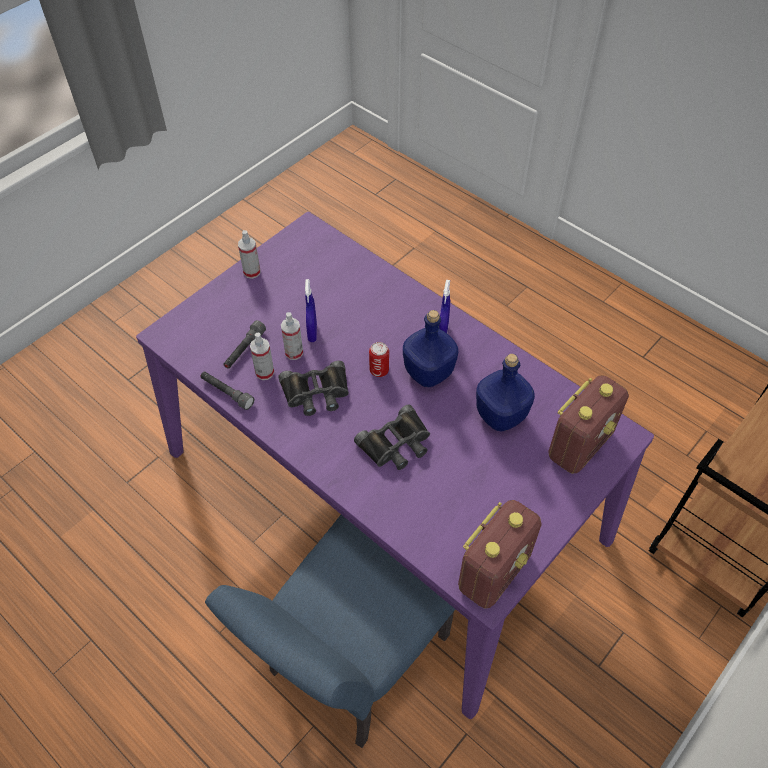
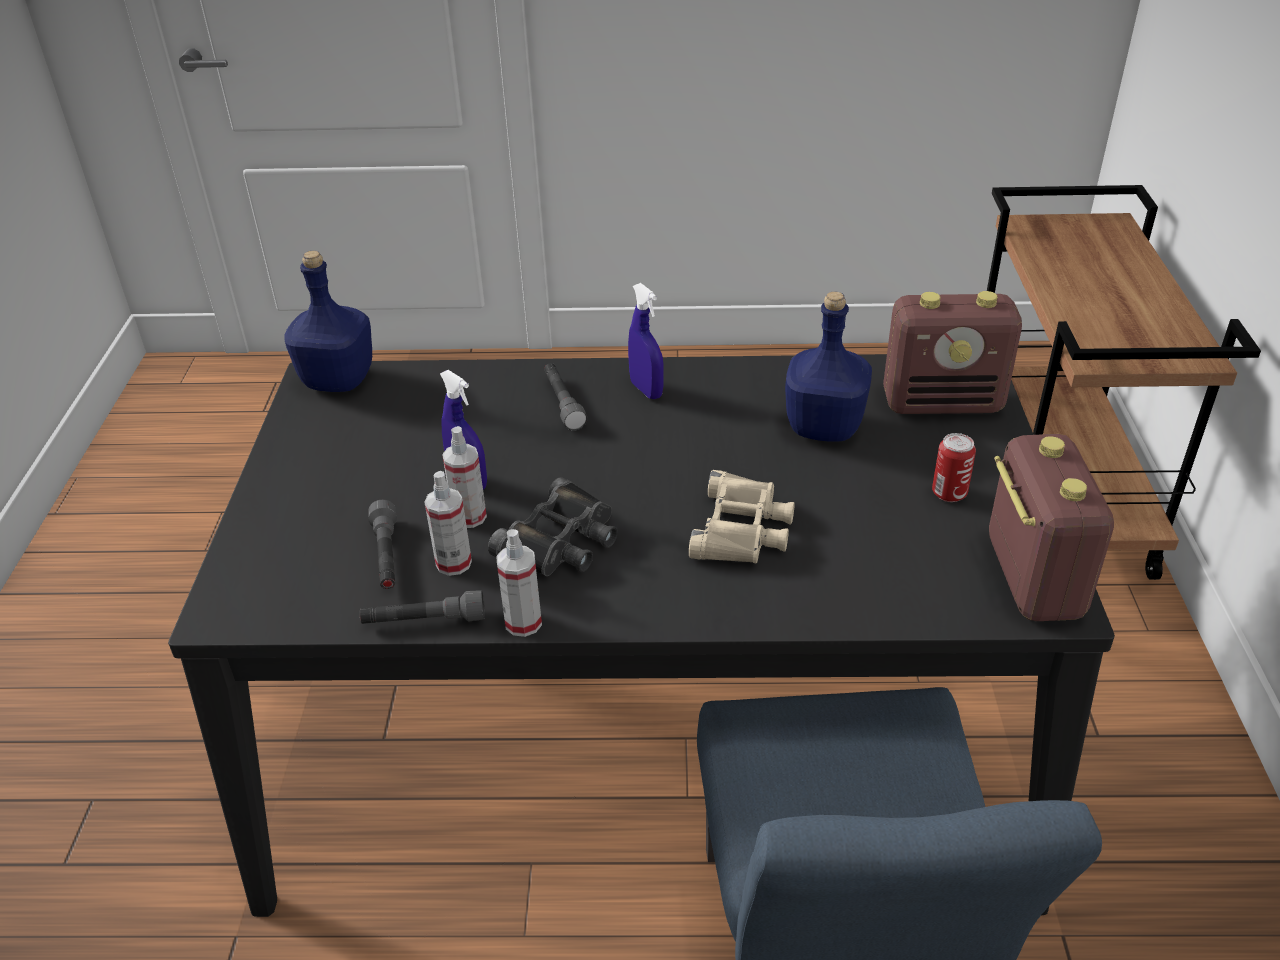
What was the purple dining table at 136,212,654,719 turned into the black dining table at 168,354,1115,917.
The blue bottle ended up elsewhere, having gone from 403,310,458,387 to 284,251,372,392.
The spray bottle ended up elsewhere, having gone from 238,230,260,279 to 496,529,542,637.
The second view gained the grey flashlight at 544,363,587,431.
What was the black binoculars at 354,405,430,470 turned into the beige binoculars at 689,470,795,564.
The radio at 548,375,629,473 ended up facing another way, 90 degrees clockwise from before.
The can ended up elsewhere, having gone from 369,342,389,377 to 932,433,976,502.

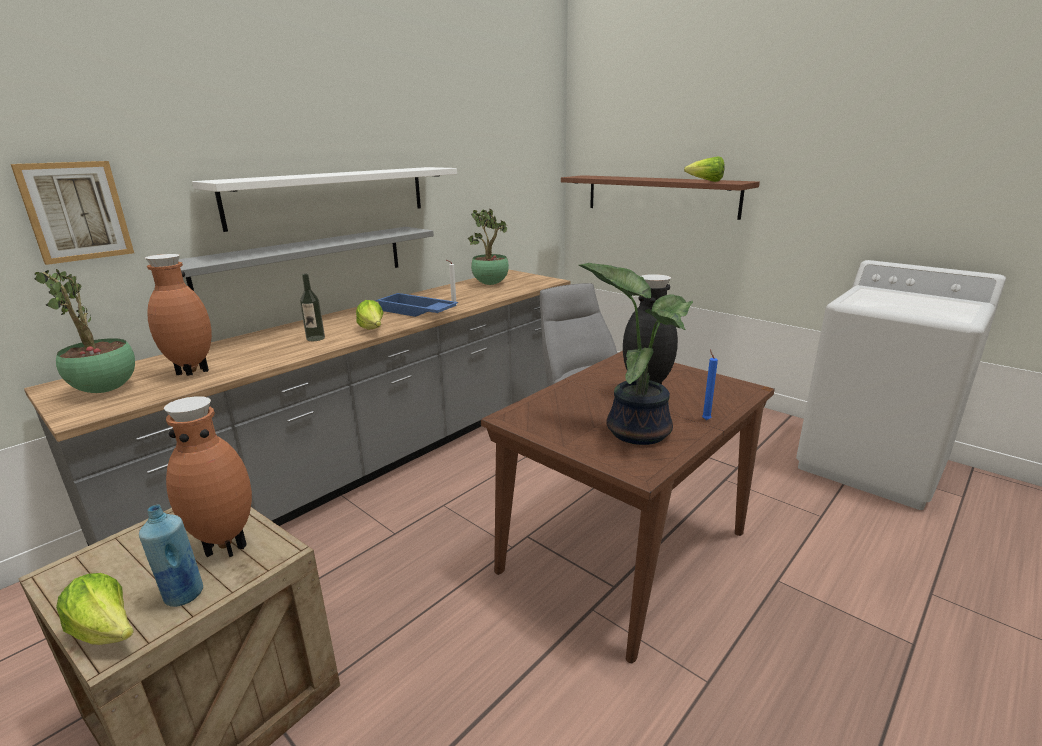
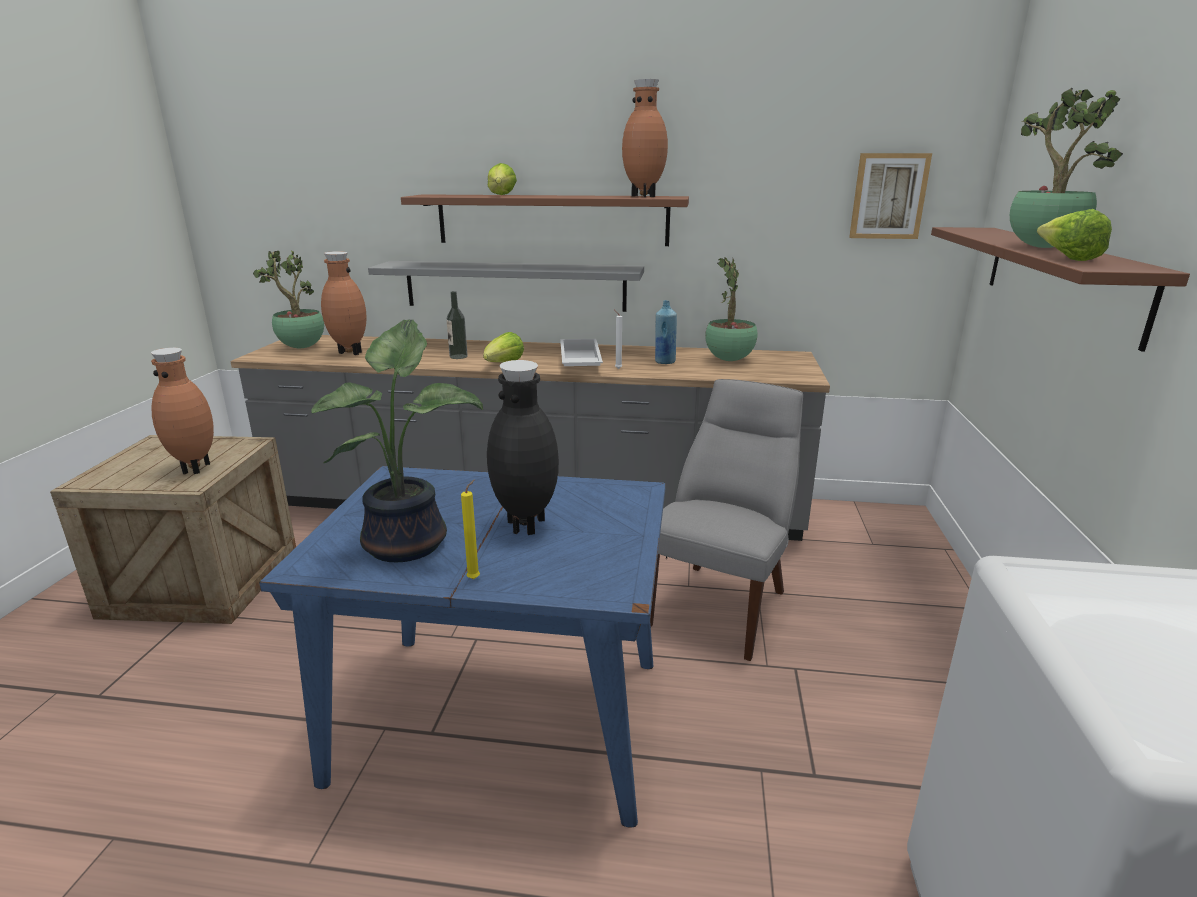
What was the brown dining table at 481,351,775,664 turned into the blue dining table at 259,466,666,828.
What was the white shelf at 192,167,457,232 turned into the brown shelf at 401,194,689,246.
What was the blue candle at 702,350,718,420 turned into the yellow candle at 461,479,480,579.
The lettuce ended up elsewhere, having gone from 56,573,134,645 to 488,163,517,195.
What was the blue tray at 376,293,458,317 turned into the white tray at 560,339,603,366.
The second view gained the brown vase at 622,79,668,197.
The blue bottle ended up elsewhere, having gone from 139,505,203,607 to 655,300,677,364.
The picture ended up elsewhere, having gone from 11,161,134,265 to 849,153,932,239.
The second view gained the potted plant at 1010,88,1123,248.

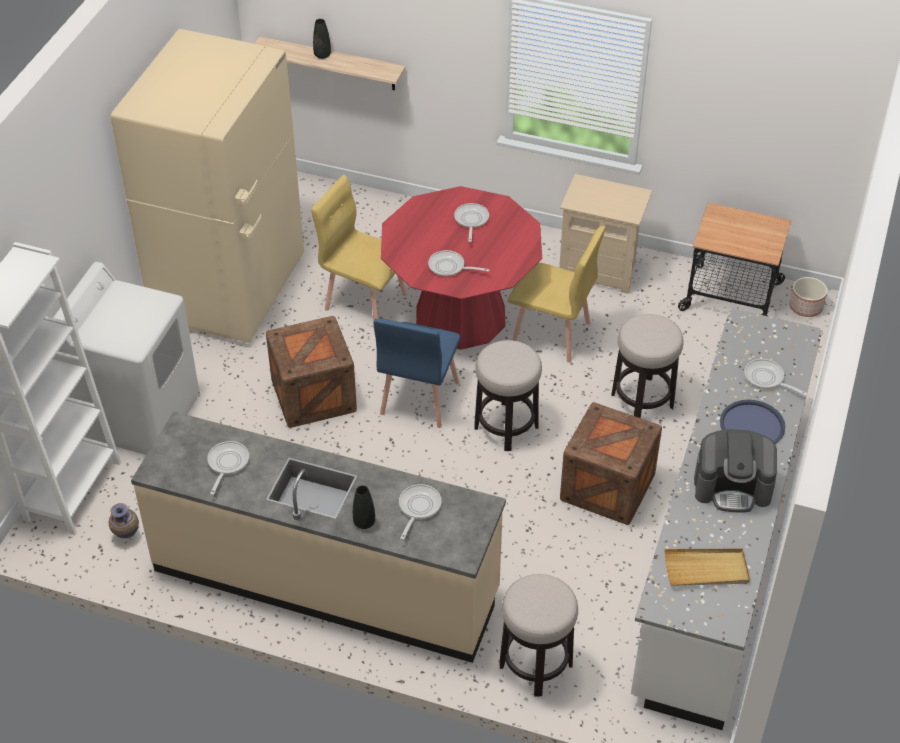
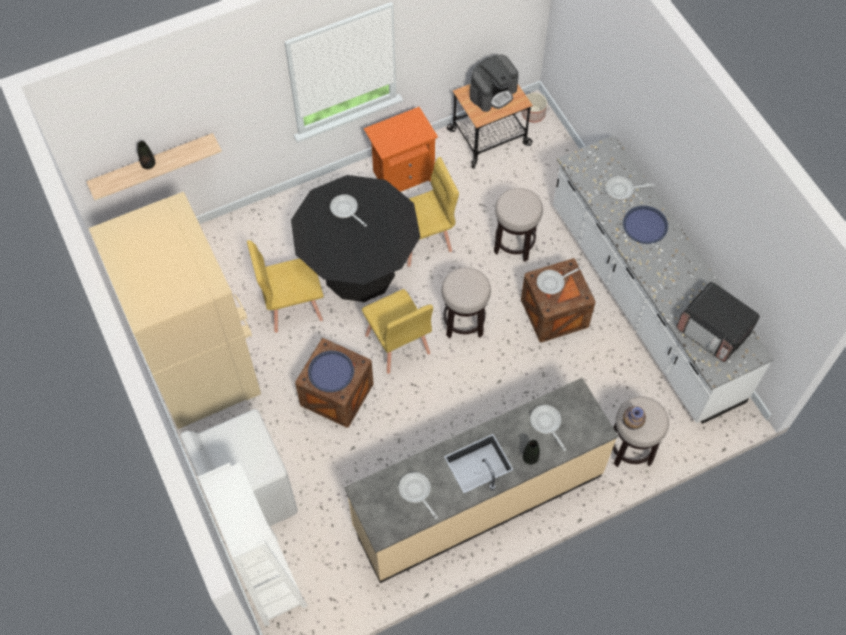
What was the red dining table at 381,186,542,350 turned into the black dining table at 291,175,420,302.
The second view gained the blue tray at 308,351,354,392.
What was the blue chair at 373,318,461,428 turned into the yellow chair at 362,289,433,374.
What was the beige nightstand at 559,174,653,294 turned into the orange nightstand at 364,107,438,192.
The coffee machine ended up elsewhere, having gone from 694,429,777,512 to 470,55,519,112.
The frying pan ended up elsewhere, having gone from 428,250,489,276 to 537,267,582,294.
The vase ended up elsewhere, having gone from 109,503,139,539 to 623,406,646,430.
Where the beige tray stood at 665,549,750,586, the microwave came to stand at 676,282,760,362.

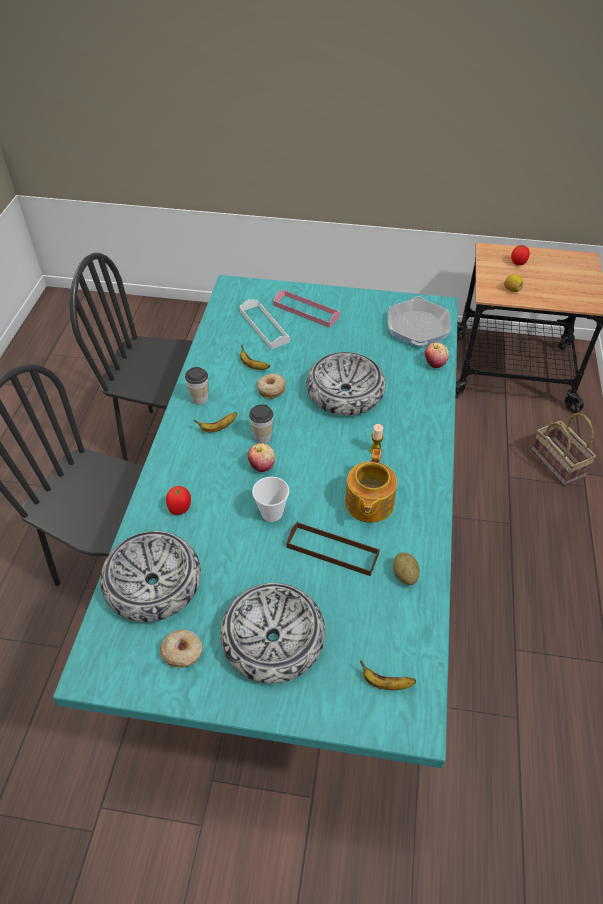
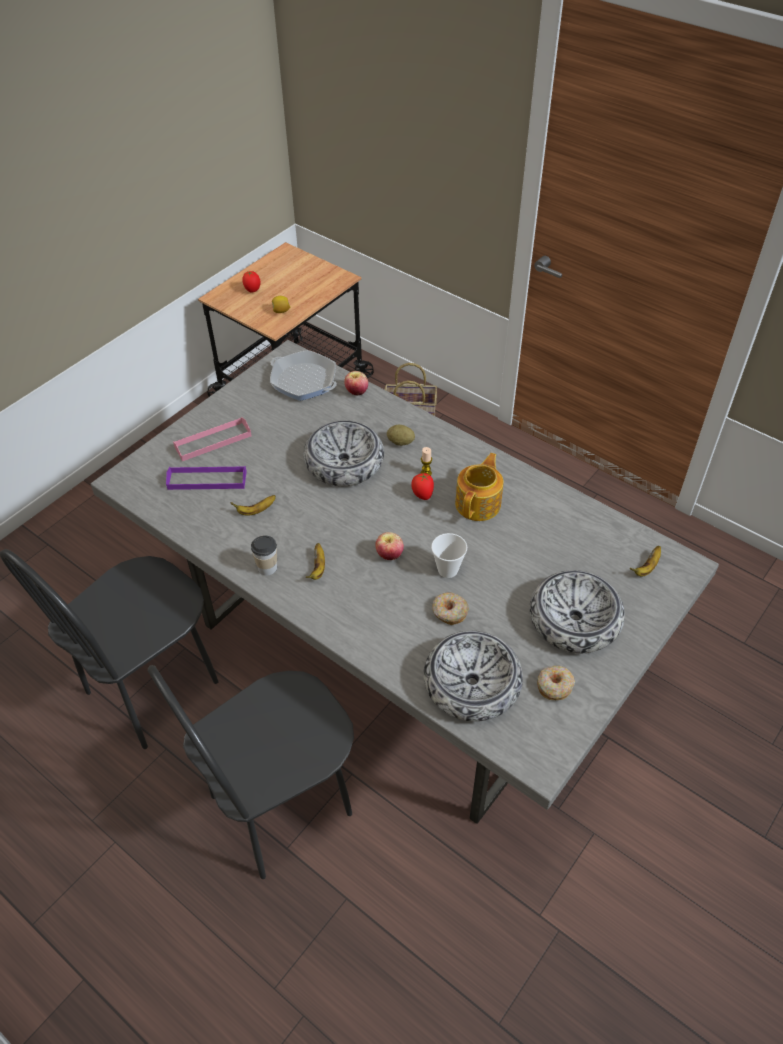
What was the turquoise dining table at 53,275,458,768 turned into the grey dining table at 91,340,719,824.
What was the white tray at 240,299,290,349 turned into the purple tray at 166,466,247,490.
The potato ended up elsewhere, having gone from 393,552,420,585 to 387,425,415,446.
The tomato ended up elsewhere, having gone from 166,486,191,515 to 411,473,434,500.
The donut ended up elsewhere, having gone from 257,374,286,399 to 432,593,469,625.
The teapot at 345,449,397,523 ended up facing another way, 105 degrees counterclockwise from before.
The second view lost the cup at 249,404,273,443.
The second view lost the brown tray at 287,522,380,576.

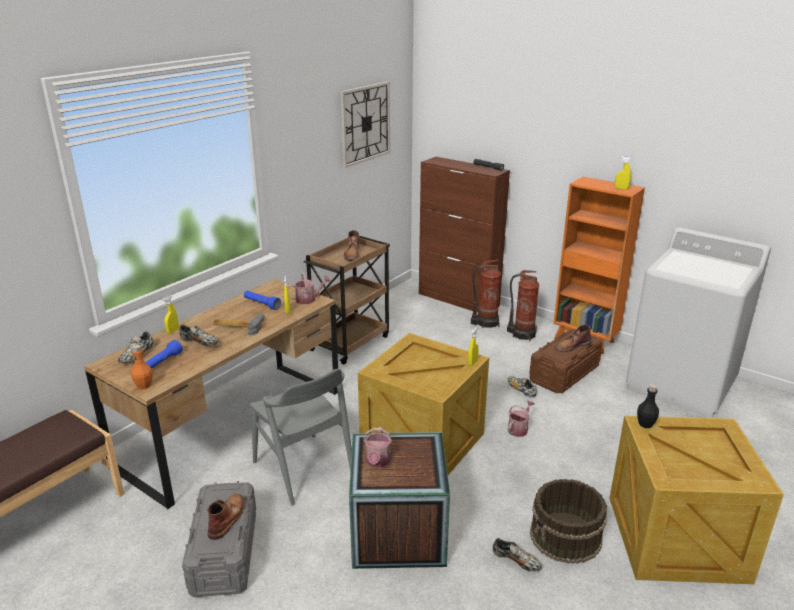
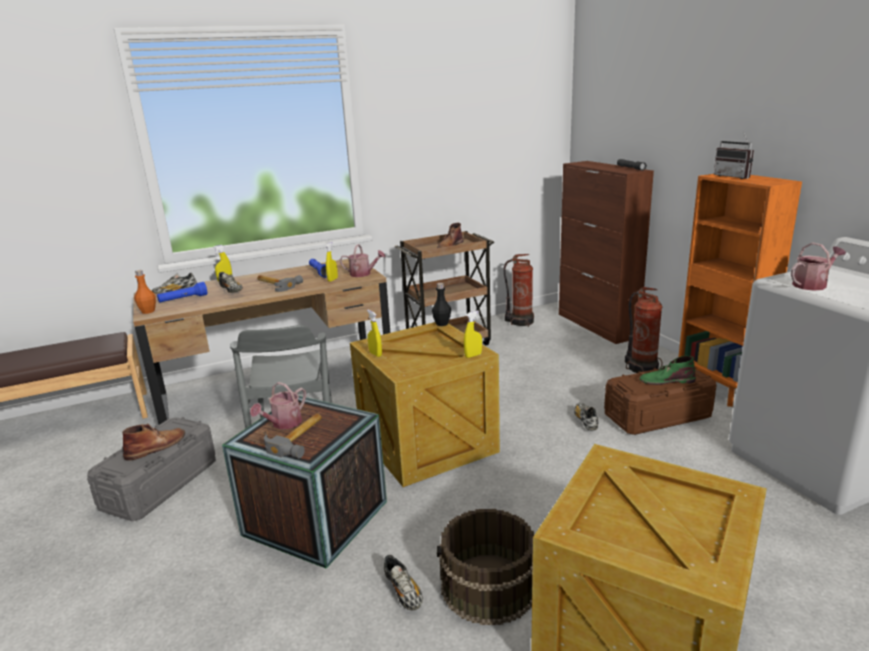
The second view gained the hammer at 264,413,322,458.
The yellow spray bottle ended up elsewhere, having gone from 615,156,631,190 to 367,310,382,357.
The black bottle ended up elsewhere, having gone from 637,384,659,428 to 432,283,451,326.
The fire extinguisher ended up elsewhere, having gone from 471,260,501,328 to 504,254,534,327.
What was the brown boot at 555,325,591,352 turned into the green boot at 639,356,696,385.
The second view gained the radio at 714,131,754,179.
The watering can ended up elsewhere, having gone from 507,400,535,437 to 791,243,846,291.
The second view lost the wall clock at 340,82,390,168.

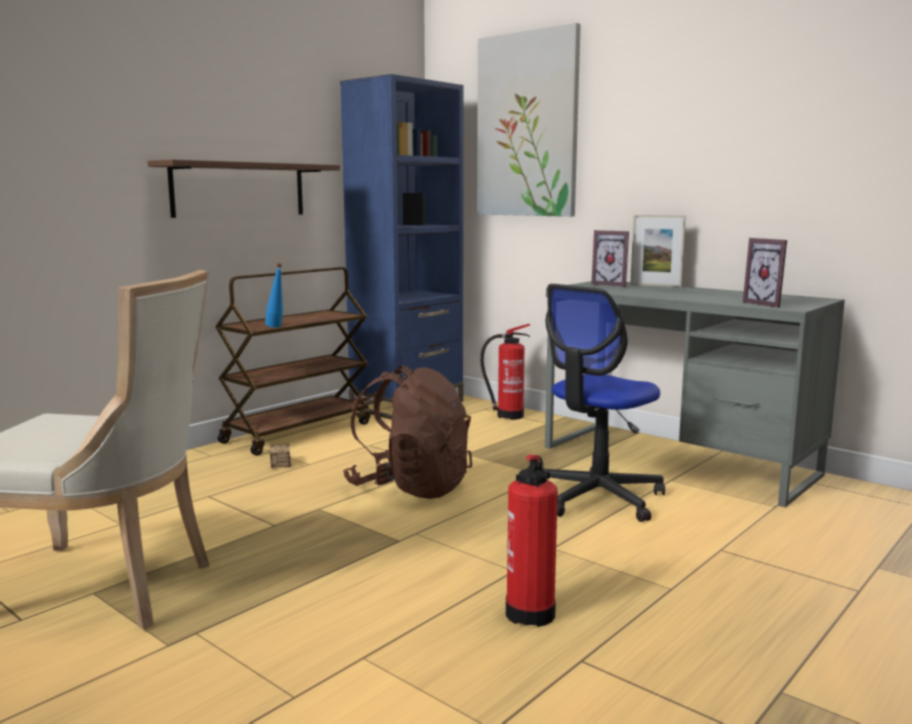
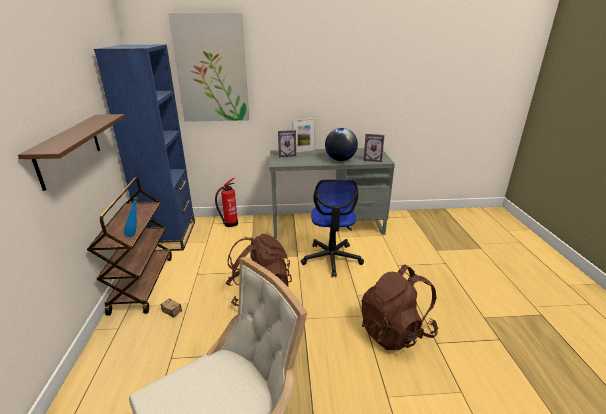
The second view gained the globe at 325,128,358,161.
Where the fire extinguisher stood at 506,454,558,627, the brown backpack came to stand at 362,265,438,350.

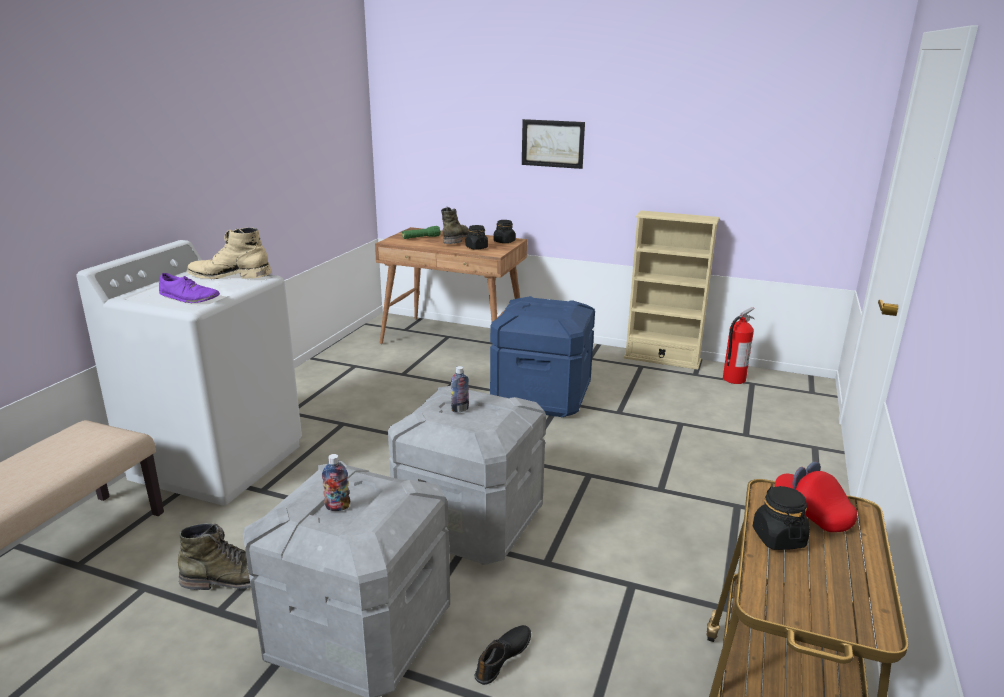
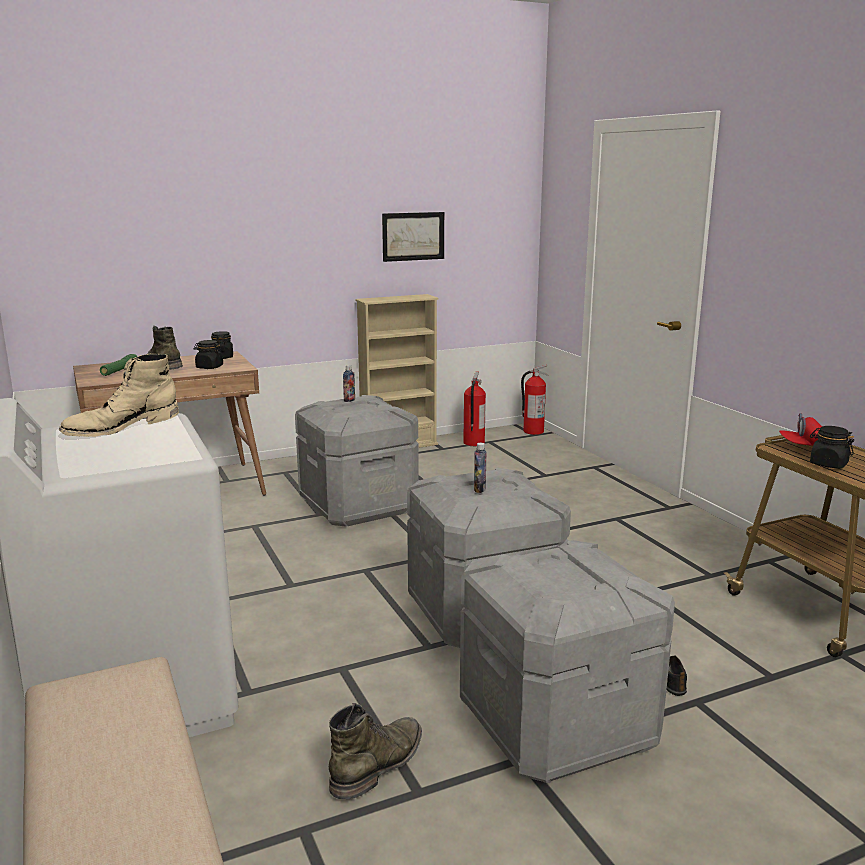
What was the blue storage box at 490,296,595,417 turned into the grey storage box at 295,395,419,527.
The bottle ended up elsewhere, having gone from 322,454,350,511 to 343,365,355,402.
The picture ended up elsewhere, having gone from 522,119,585,169 to 382,212,444,262.
The second view gained the fire extinguisher at 521,365,549,435.
The second view lost the purple shoe at 159,273,220,303.

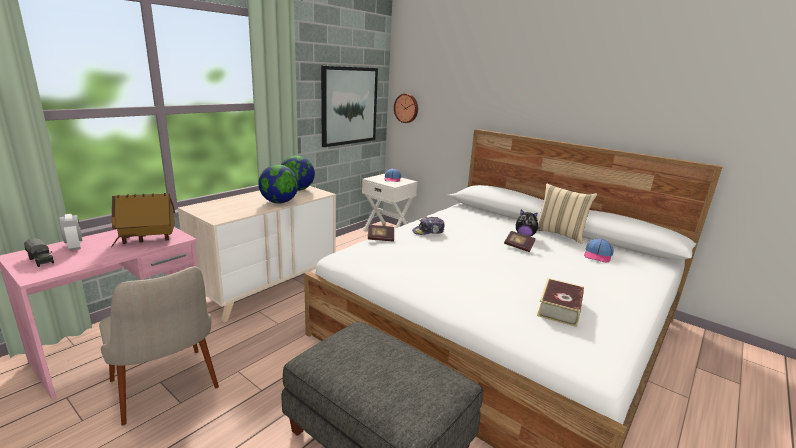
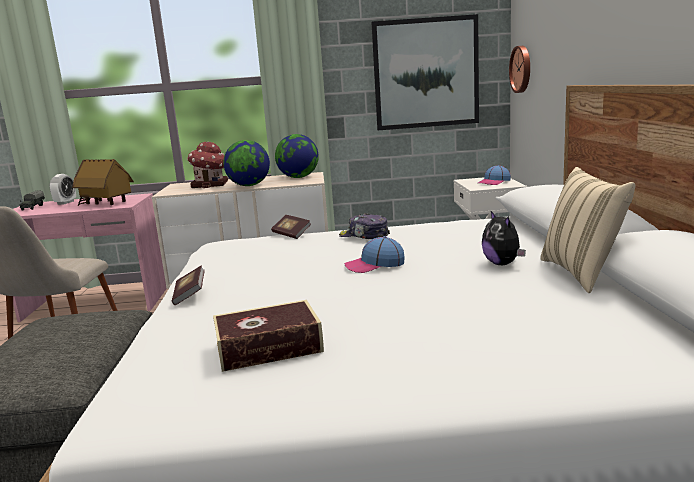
The book ended up elsewhere, having gone from 504,231,536,252 to 172,266,205,305.
The second view gained the toy house at 187,141,228,188.
The cap ended up elsewhere, having gone from 584,238,614,263 to 344,236,405,273.

